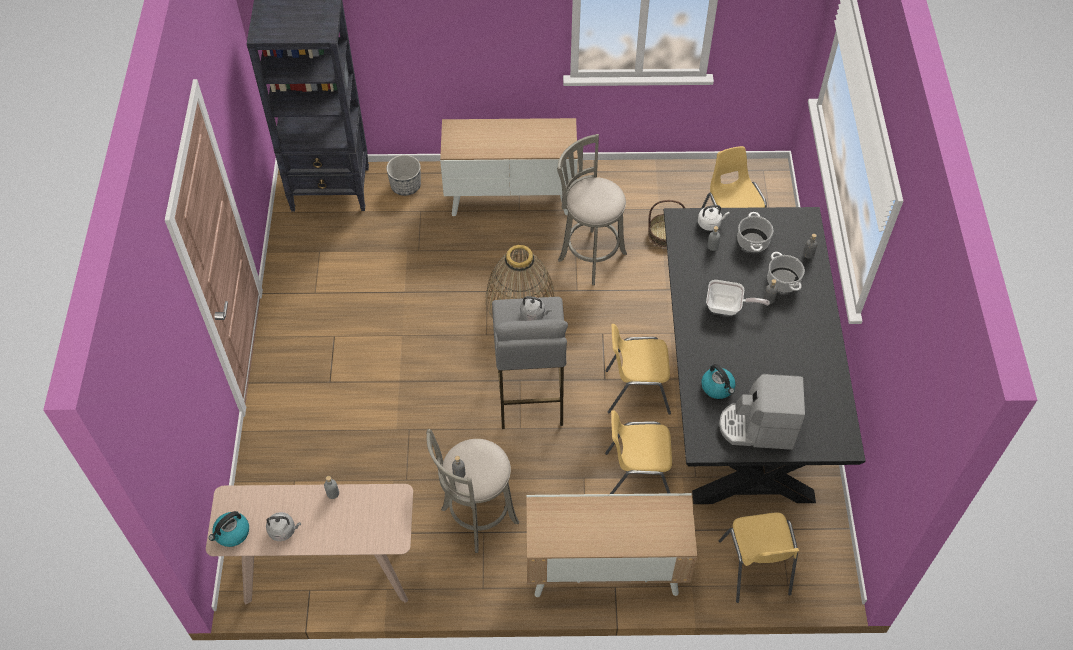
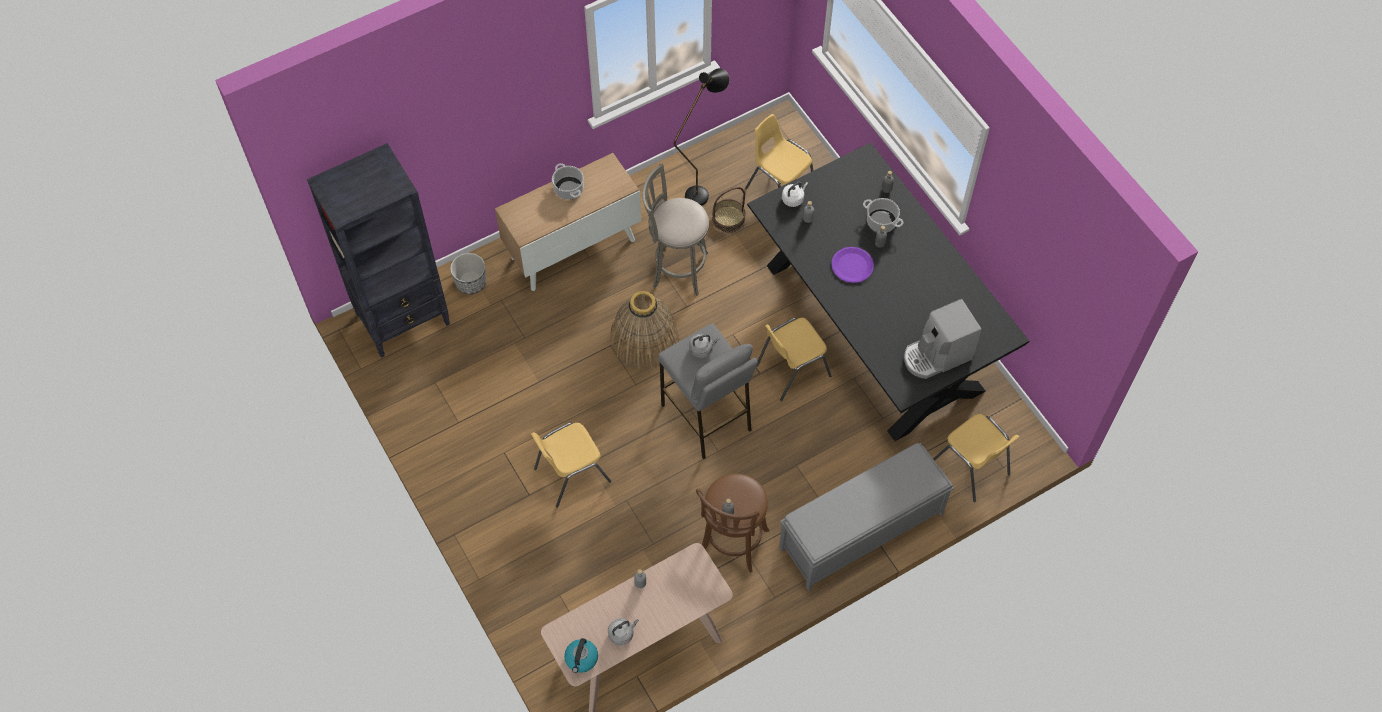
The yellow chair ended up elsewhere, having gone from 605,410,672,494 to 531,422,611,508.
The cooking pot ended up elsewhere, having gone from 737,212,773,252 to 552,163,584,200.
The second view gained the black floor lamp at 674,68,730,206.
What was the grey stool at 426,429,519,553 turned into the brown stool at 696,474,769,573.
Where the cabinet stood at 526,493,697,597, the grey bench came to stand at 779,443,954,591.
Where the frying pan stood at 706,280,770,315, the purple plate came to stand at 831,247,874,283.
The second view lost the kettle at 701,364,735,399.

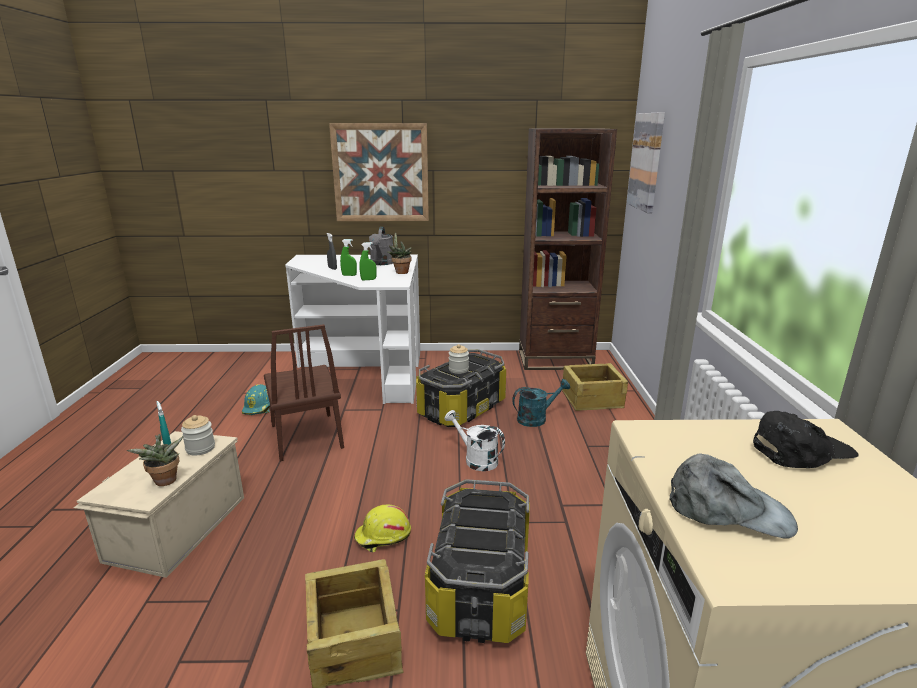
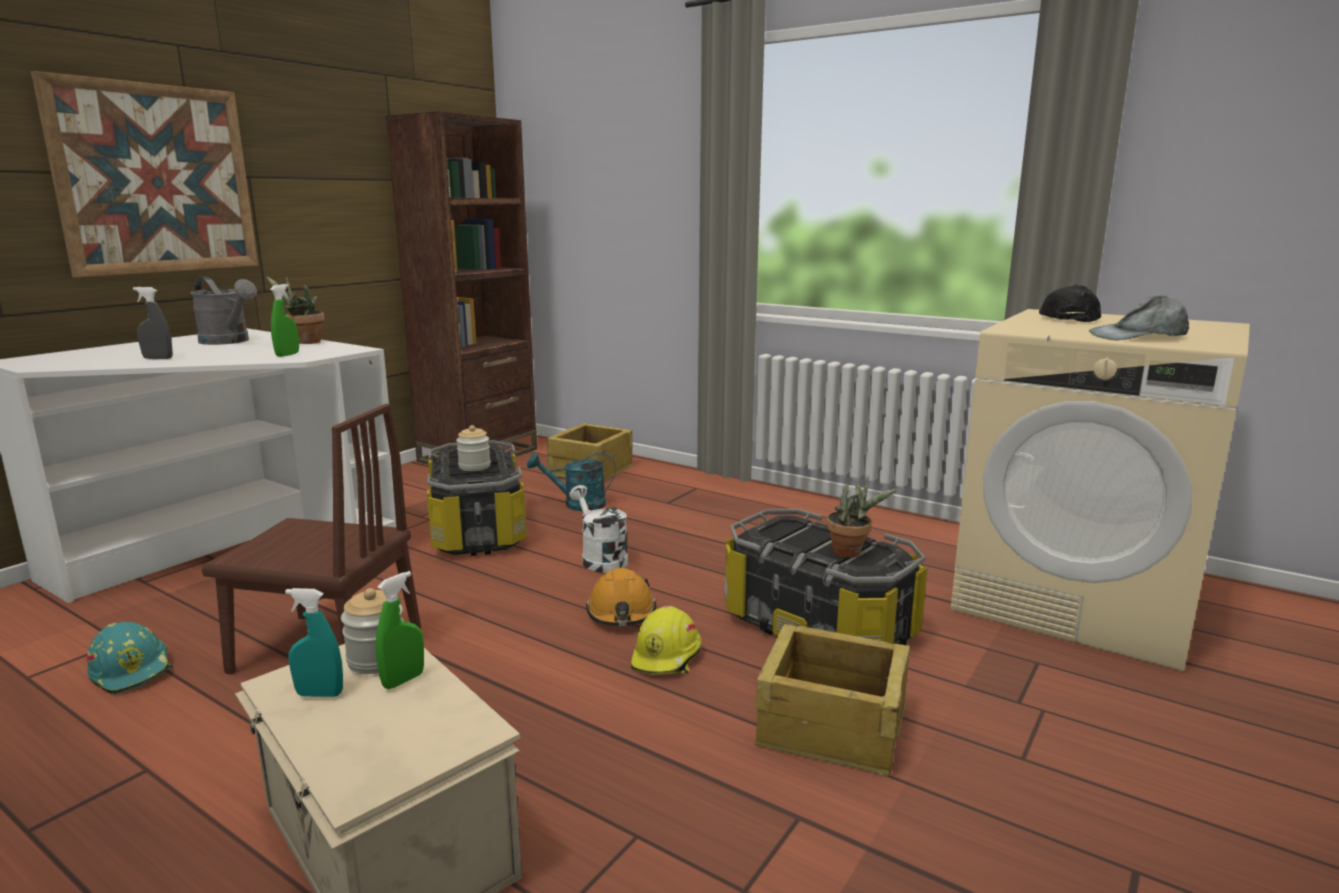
The green spray bottle ended up elsewhere, having gone from 340,239,357,276 to 376,571,424,689.
The turquoise watering can at 512,379,570,427 ended up facing another way, 105 degrees counterclockwise from before.
The white watering can at 444,410,505,471 ended up facing another way, 75 degrees clockwise from before.
The second view gained the orange hard hat at 586,568,656,626.
The potted plant ended up elsewhere, having gone from 127,434,184,486 to 827,477,898,558.
The grey cap at 670,454,798,539 ended up facing another way, 150 degrees counterclockwise from before.
The second view lost the picture at 627,113,665,213.

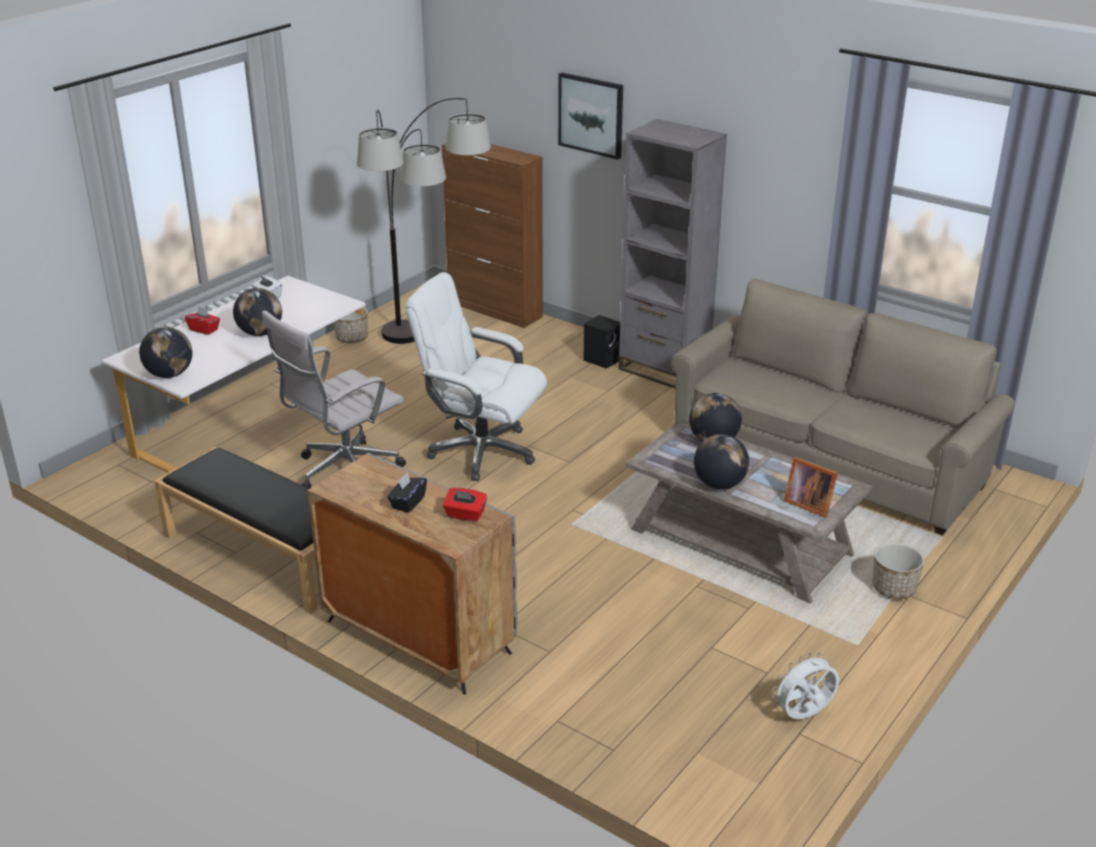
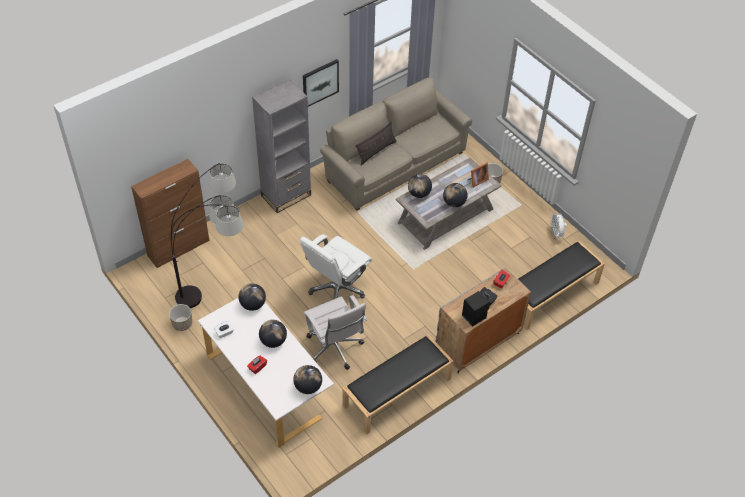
The second view gained the globe at 239,283,266,311.
The picture ended up elsewhere, having gone from 558,73,623,160 to 303,59,339,107.
The second view gained the pillow at 356,121,397,166.
The black speaker ended up elsewhere, having gone from 583,315,620,368 to 462,291,490,327.
The second view gained the black bench at 518,240,605,330.

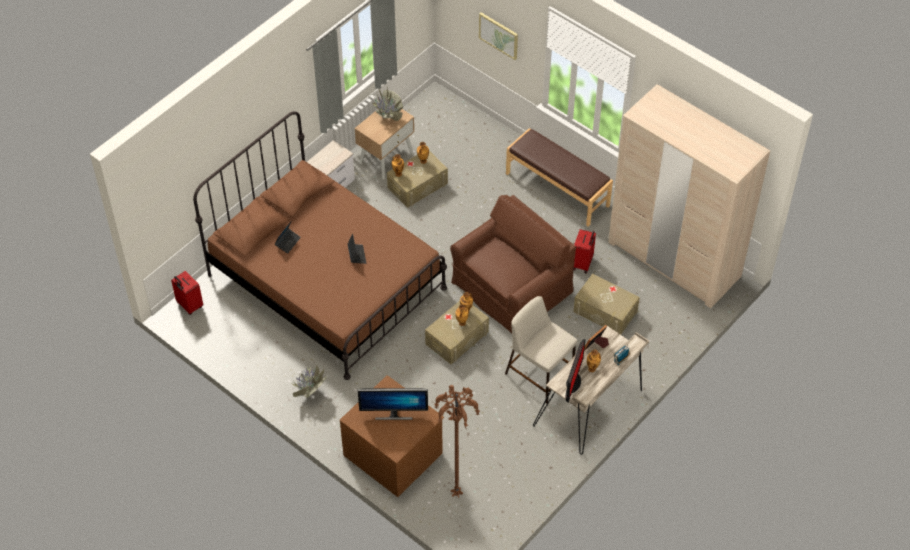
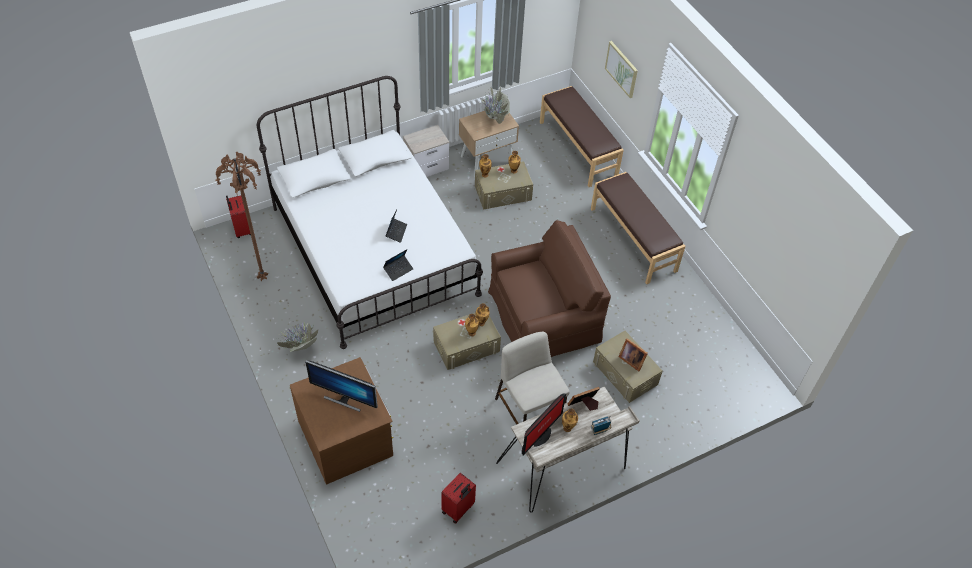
The brown floor lamp ended up elsewhere, having gone from 434,385,480,498 to 216,152,268,281.
What was the brown bed at 193,111,447,380 turned into the white bed at 257,76,483,349.
The laptop ended up elsewhere, having gone from 275,222,301,254 to 383,249,413,281.
The red suitcase ended up elsewhere, having gone from 573,229,596,273 to 441,473,476,524.
The second view gained the brown bench at 540,86,624,187.
The second view gained the picture frame at 619,338,648,371.
The second view lost the beige wardrobe at 608,84,770,308.

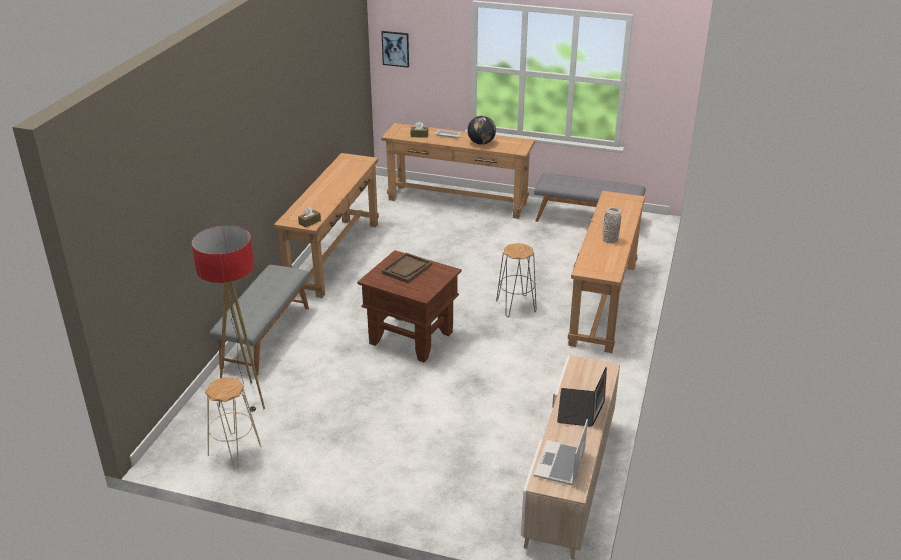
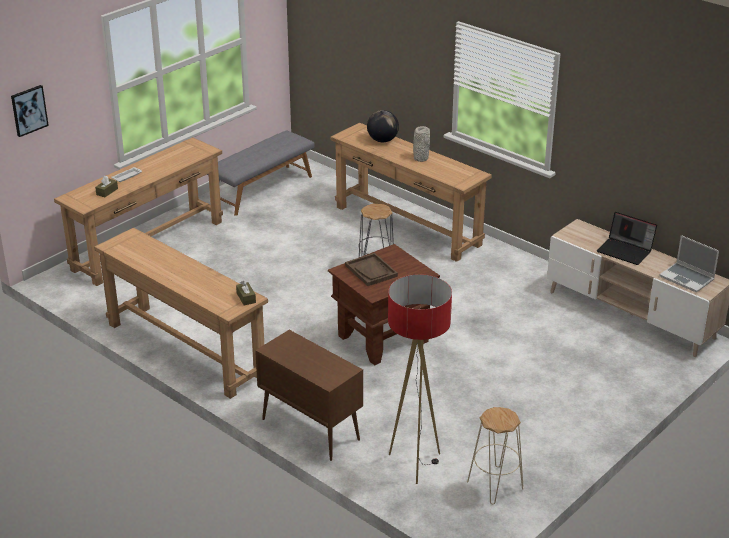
Where the grey bench stood at 210,265,309,376, the brown cabinet came to stand at 255,330,363,461.
The globe ended up elsewhere, having gone from 467,116,496,145 to 367,110,399,142.

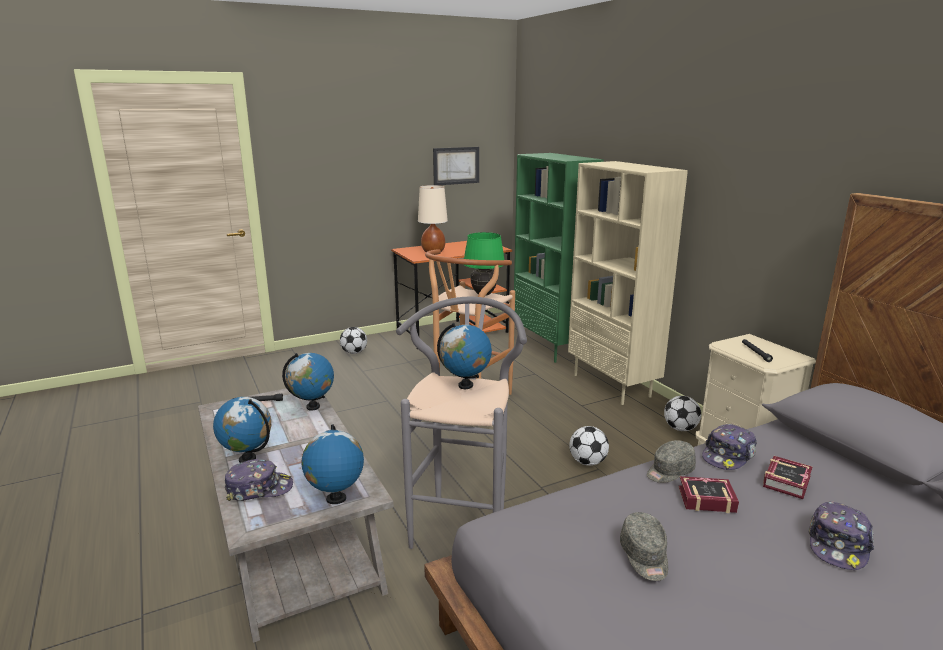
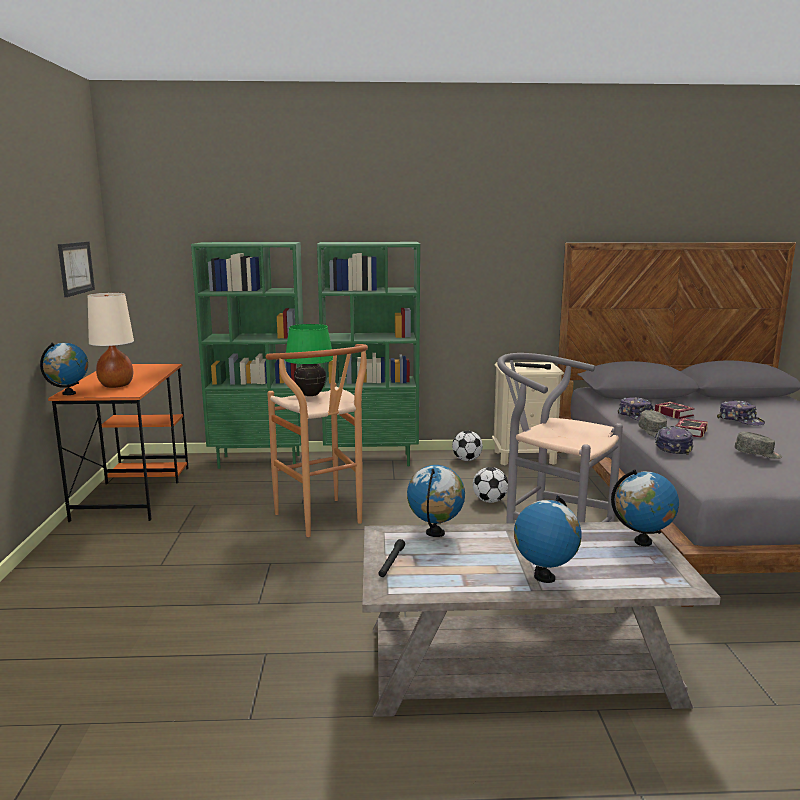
The globe ended up elsewhere, having gone from 437,323,492,389 to 40,343,88,395.
What was the beige bookcase at 568,161,688,405 turned into the green bookcase at 317,242,420,467.
The cap ended up elsewhere, having gone from 225,459,293,501 to 654,426,693,455.
The second view lost the football at 340,327,367,354.

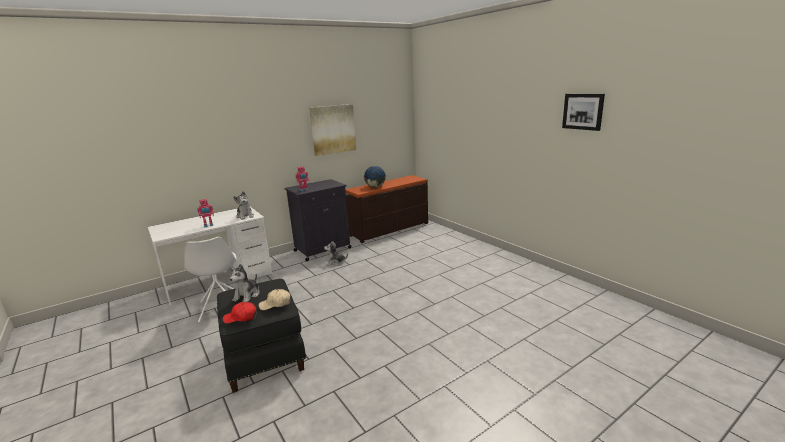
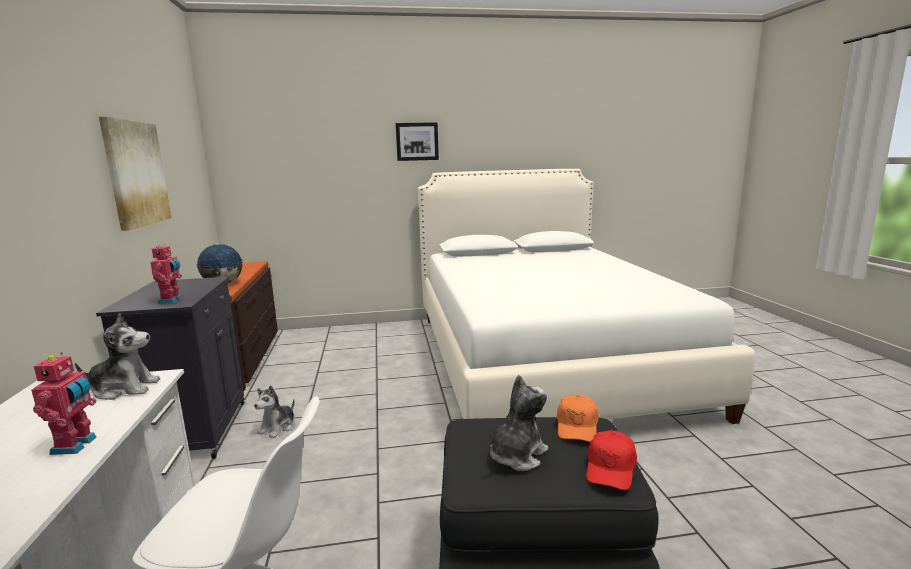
The picture ended up elsewhere, having gone from 562,94,605,131 to 395,122,439,161.
The second view gained the white bed at 418,169,755,424.
The plush toy at 229,264,260,302 ended up facing another way, 90 degrees counterclockwise from before.
What was the beige cap at 259,289,290,310 turned into the orange cap at 557,394,599,442.

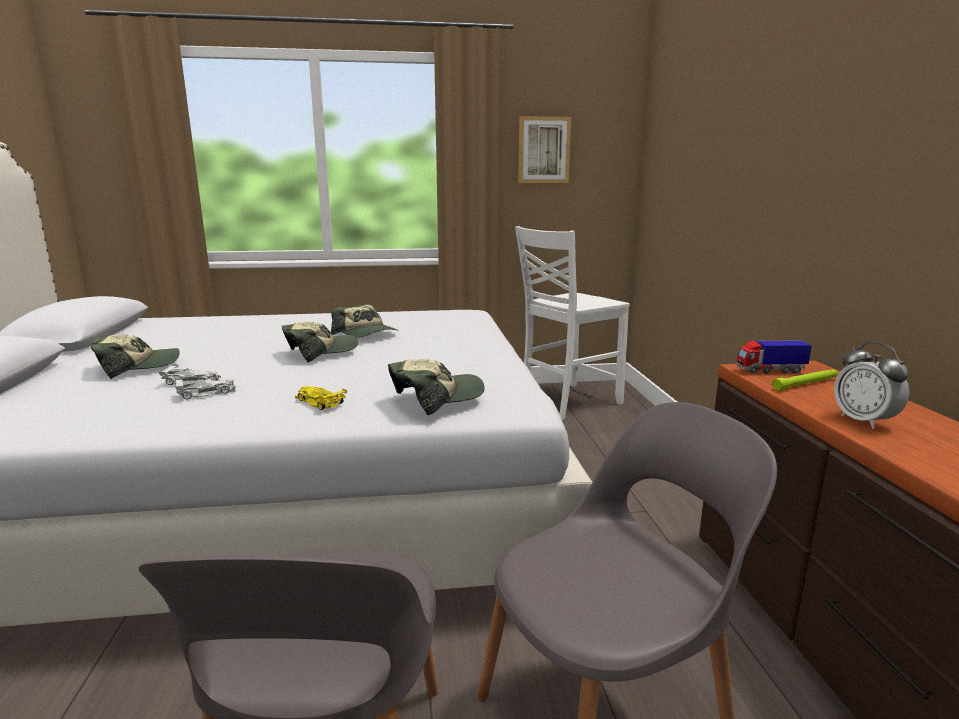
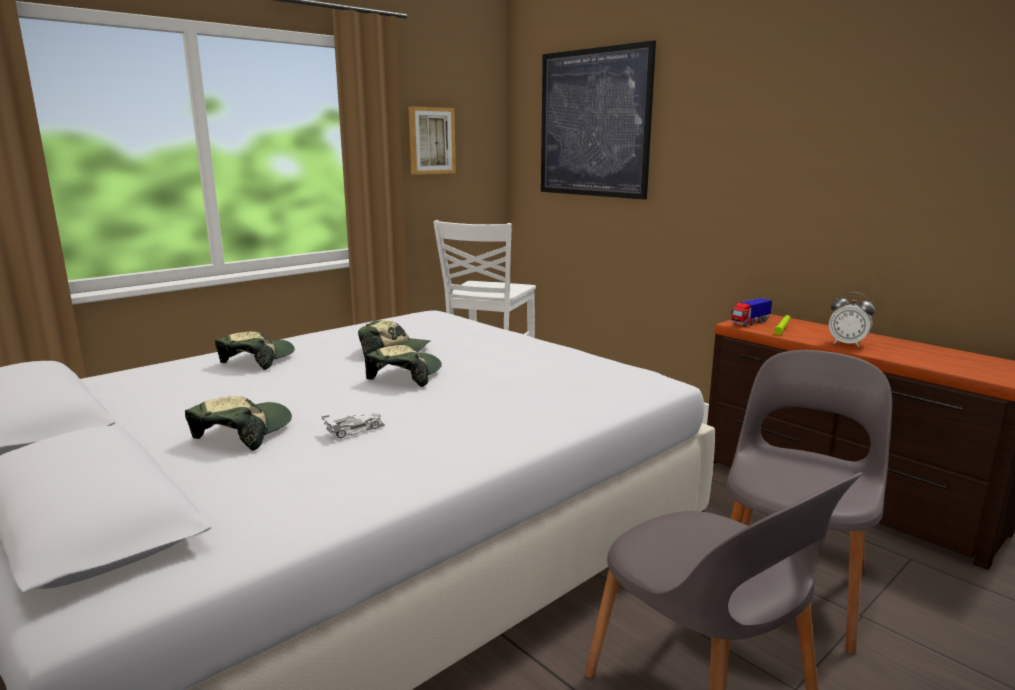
The cap ended up elsewhere, having gone from 388,359,485,415 to 215,332,295,370.
The second view gained the picture at 541,40,656,200.
The second view lost the white toy car at 175,378,236,400.
The second view lost the yellow toy car at 295,386,347,410.

